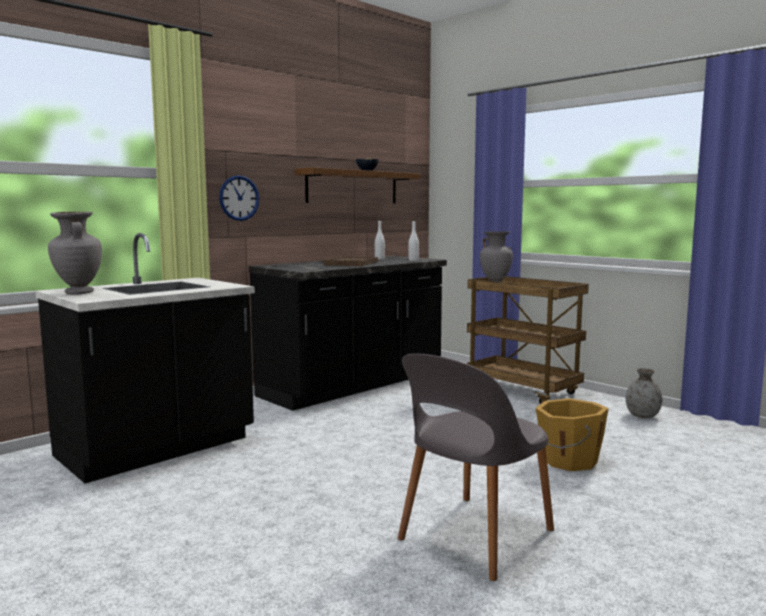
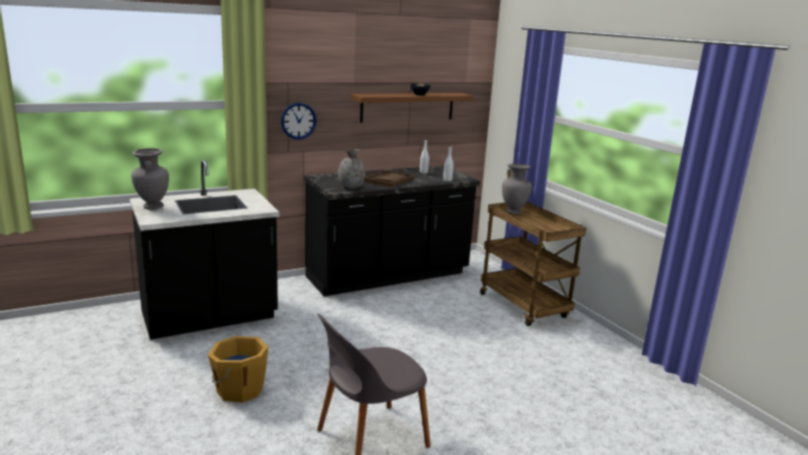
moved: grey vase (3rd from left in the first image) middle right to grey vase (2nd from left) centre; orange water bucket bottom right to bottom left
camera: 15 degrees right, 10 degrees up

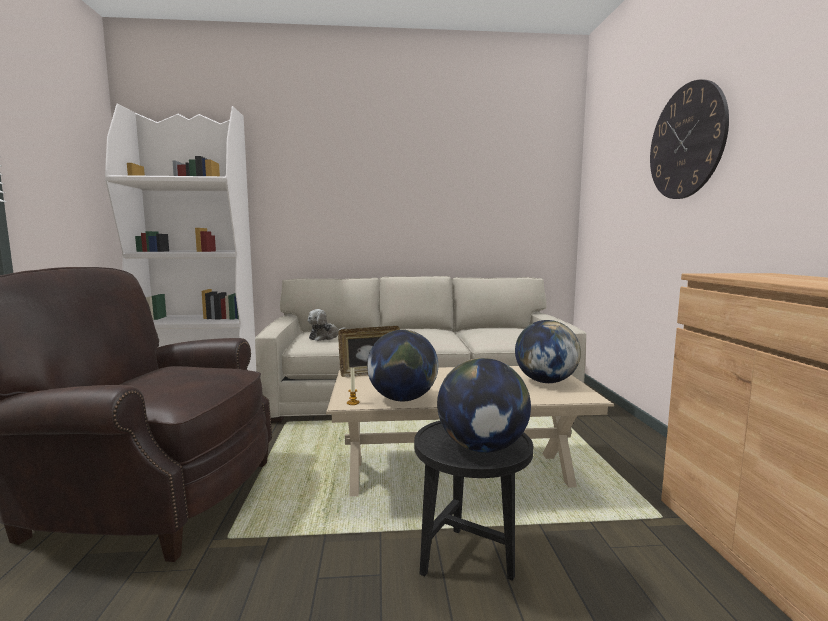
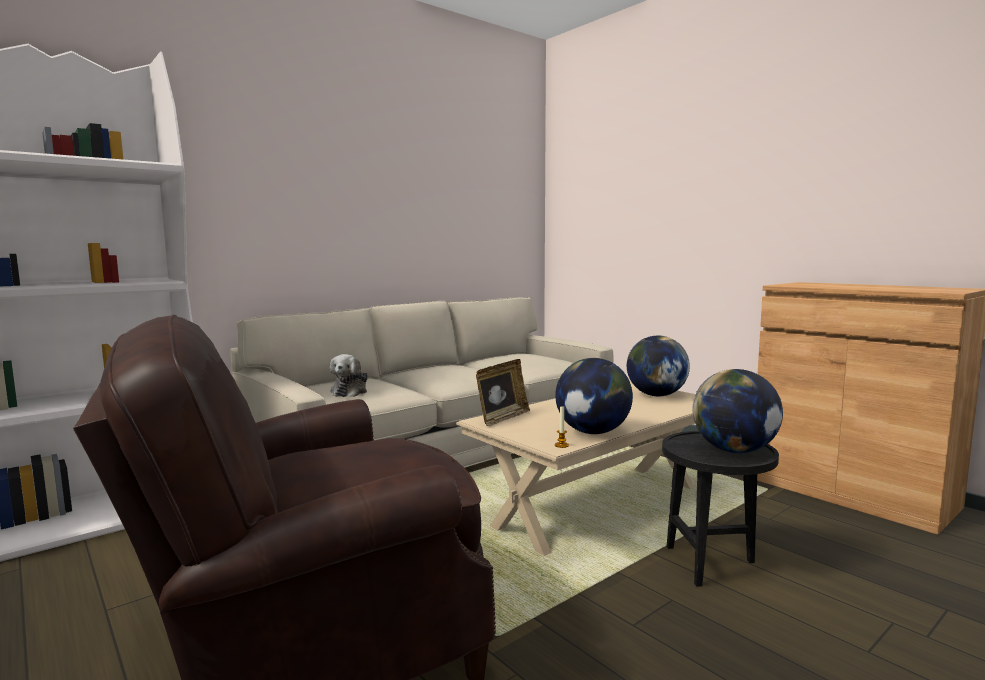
removed: clock on the wall top right
camera: 35 degrees left, 0 degrees up

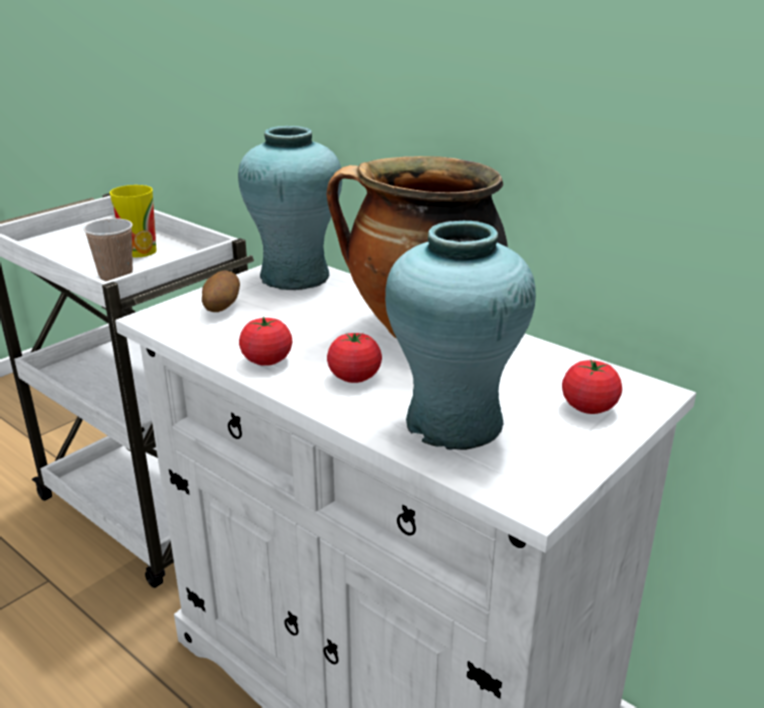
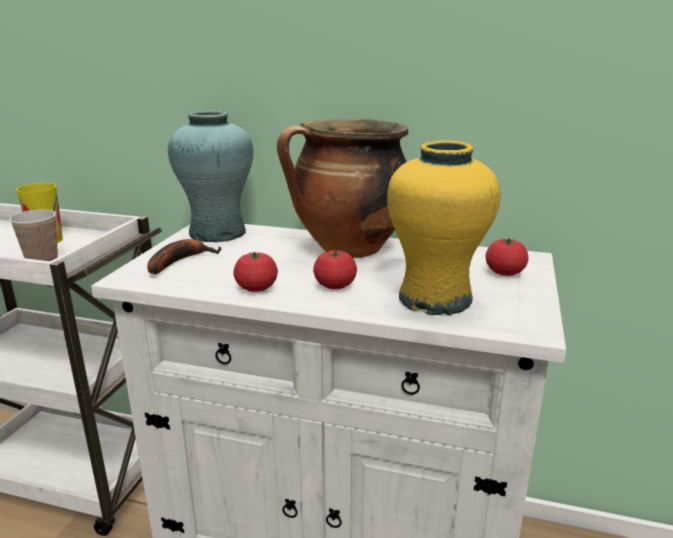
replaced: spud middle left to banana middle left
recoloured: blue-green vase (2nd from left) centre to yellowish vase centre
camera: 25 degrees left, 5 degrees down

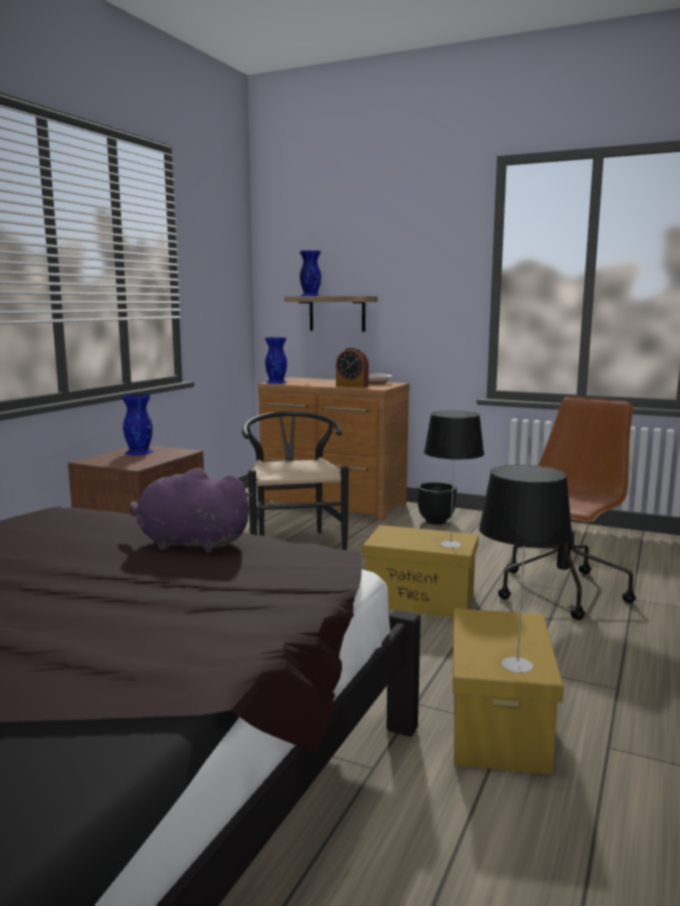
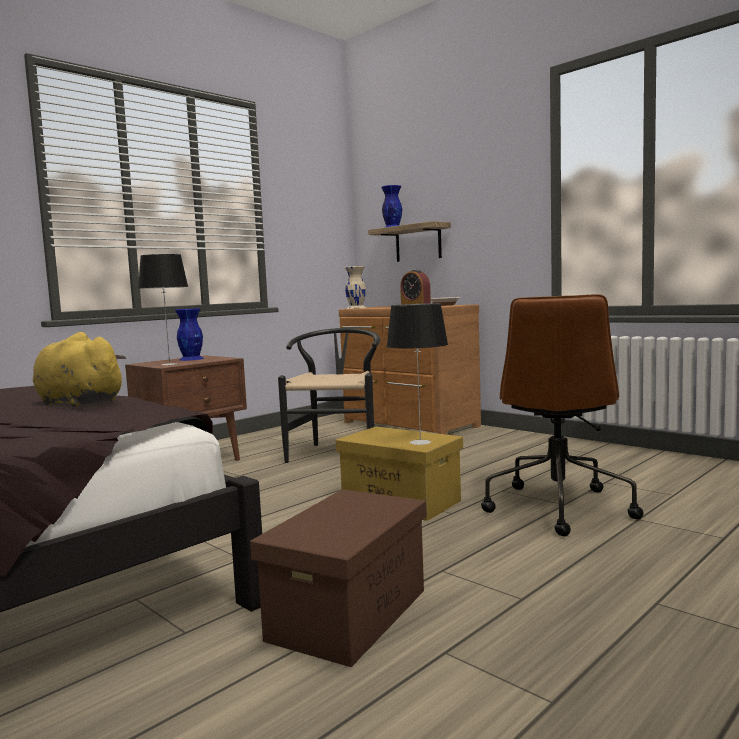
removed: blackish plant pot centre
moved: table lamp (2nd from left in the first image) middle right to table lamp (1st from left) middle left
recoloured: bluish vase (2nd from left) centre to beige vase centre; purple plush toy middle left to yellowish plush toy middle left; yellowish storage bin (2nd from left) bottom right to brown storage bin bottom centre
turned: brown desk chair middle right = middle right 135 degrees clockwise
camera: 20 degrees right, 5 degrees down

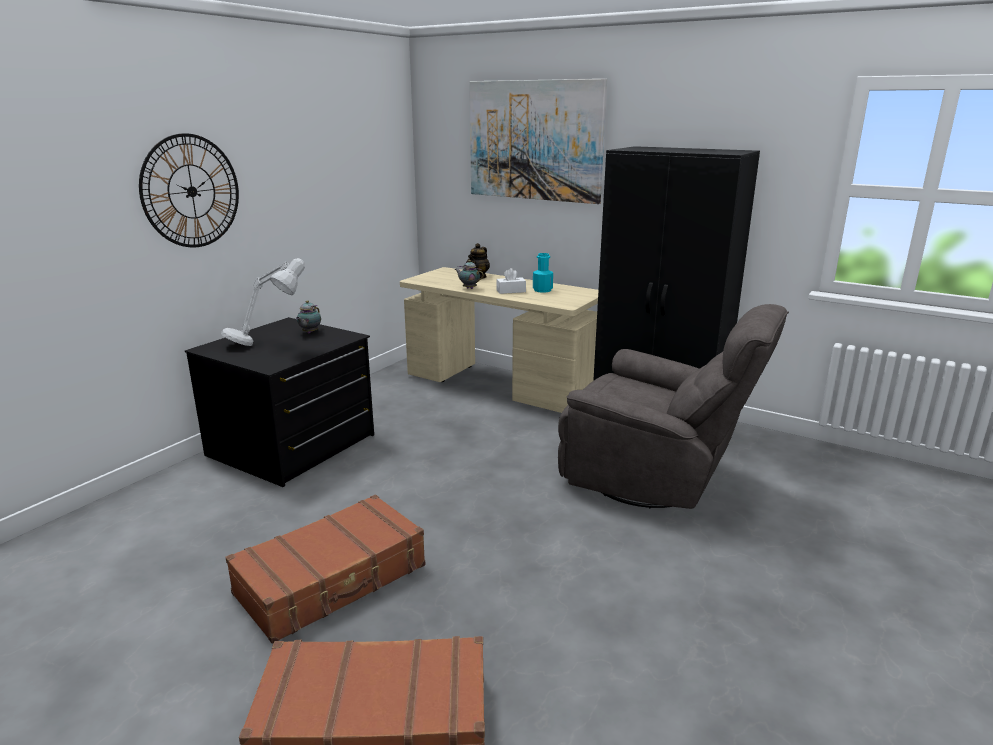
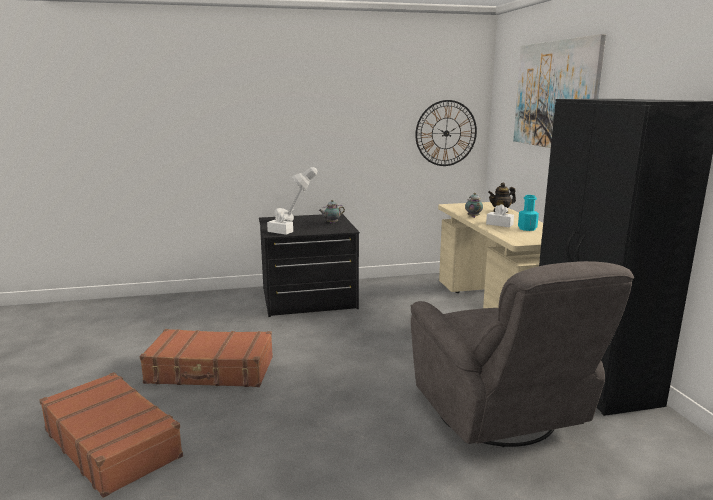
added: white tissue holder (1st from left) centre
moved: clock on the wall top left to top centre
camera: 45 degrees right, 5 degrees down

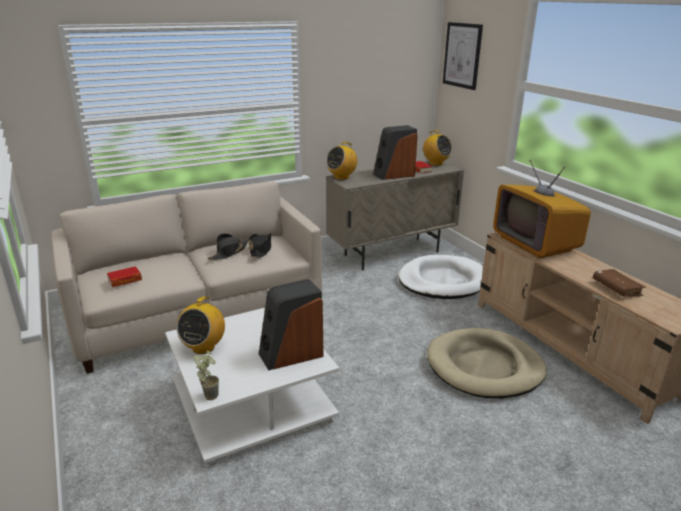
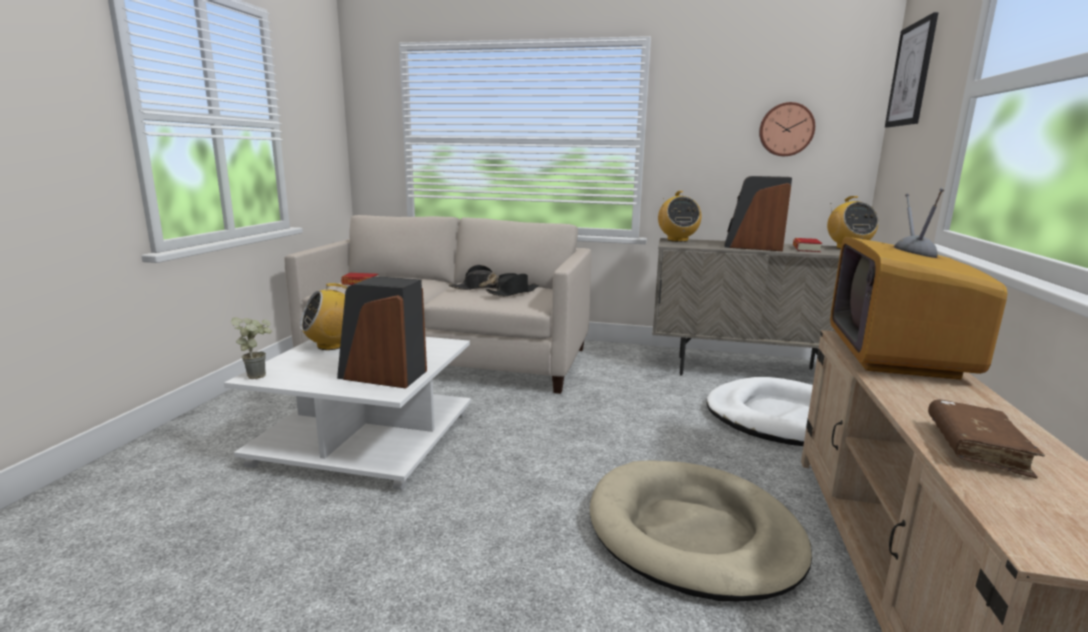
added: clock on the wall top right
turned: radio (2nd from left) top centre = centre 90 degrees counterclockwise
camera: 40 degrees right, 10 degrees down

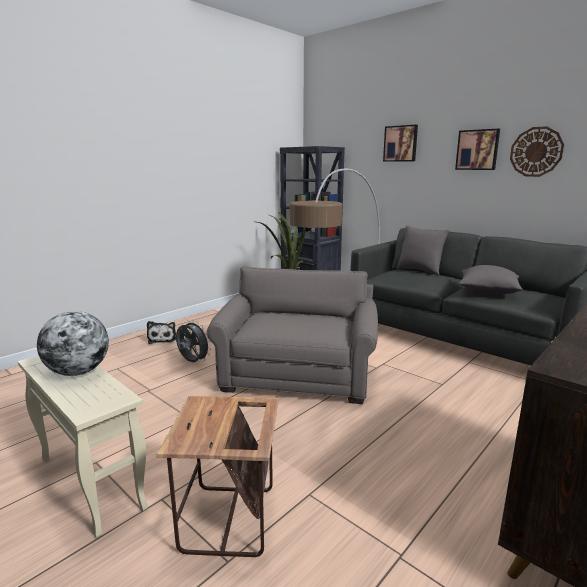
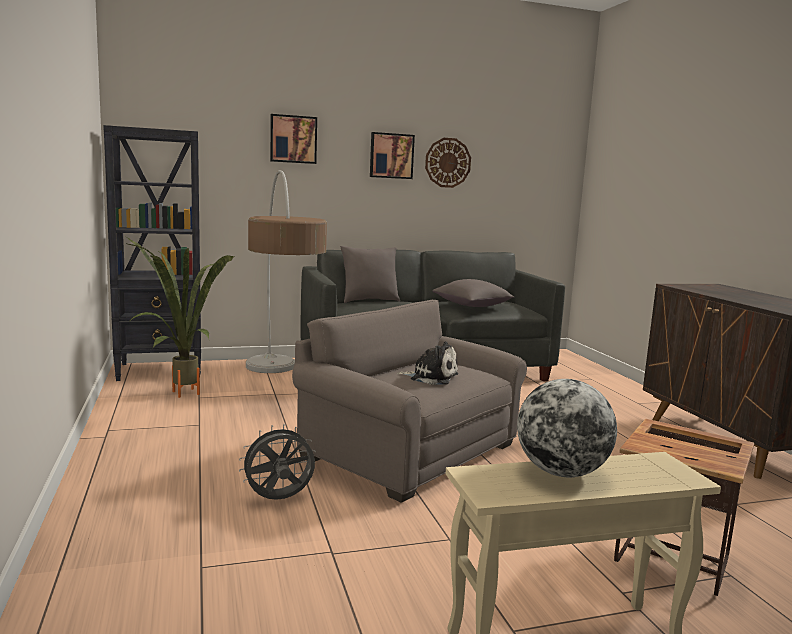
moved: plush toy middle left to centre
camera: 60 degrees left, 5 degrees down

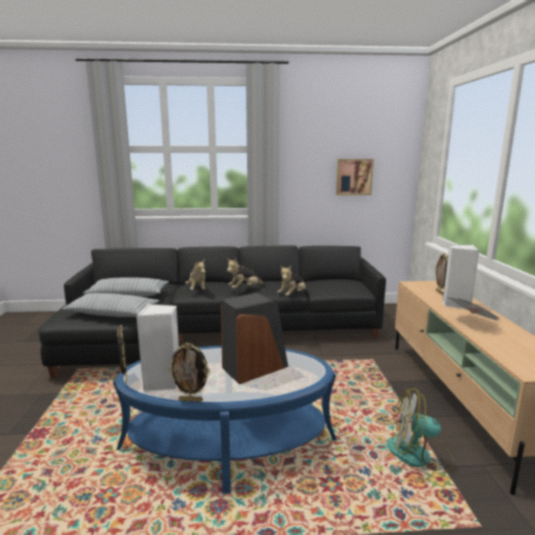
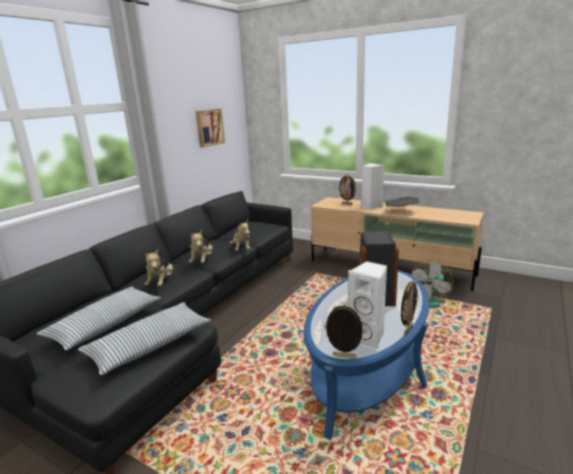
turned: plush toy (1st from left) centre = middle left 75 degrees clockwise
camera: 55 degrees left, 5 degrees up

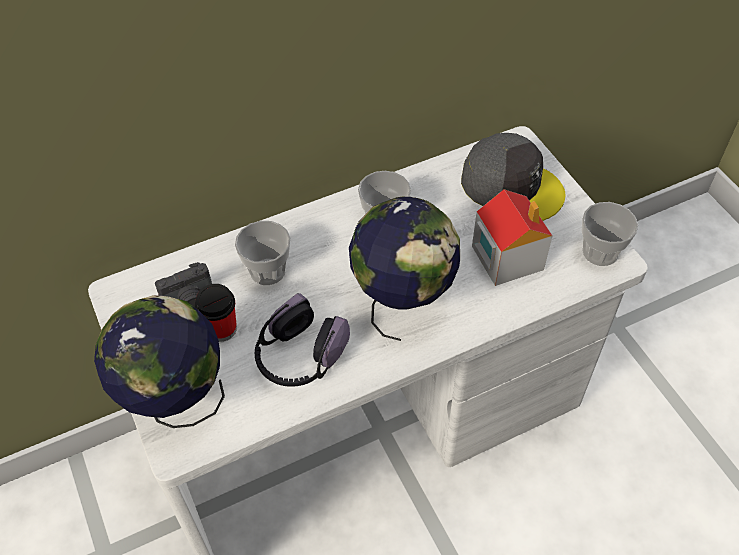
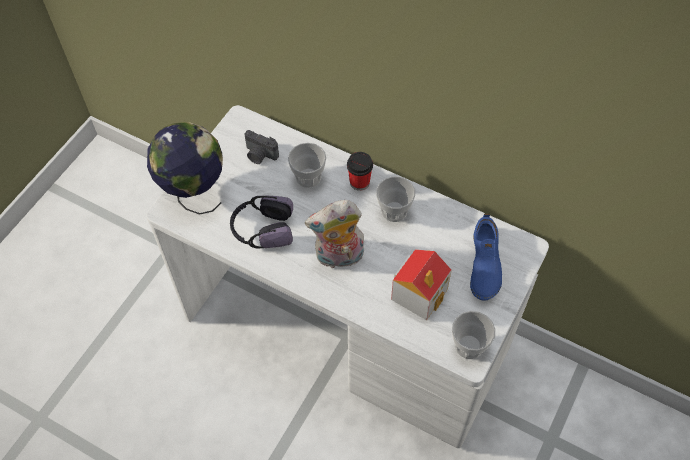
moved: cup (1st from left in the first image) middle left to cup (2nd from left) centre
replaced: grey cap top right to bluish shoe middle right; desk globe (2nd from left) centre to plush toy centre
camera: 55 degrees right, 5 degrees up

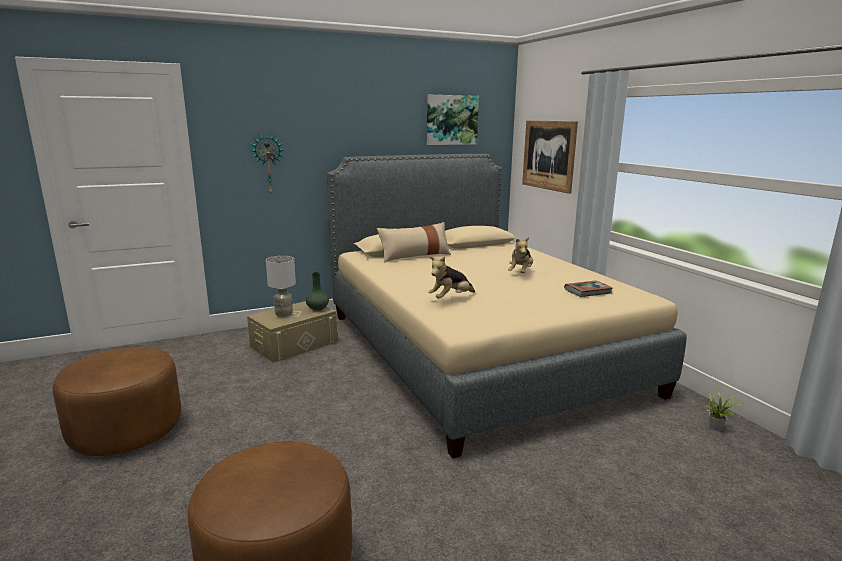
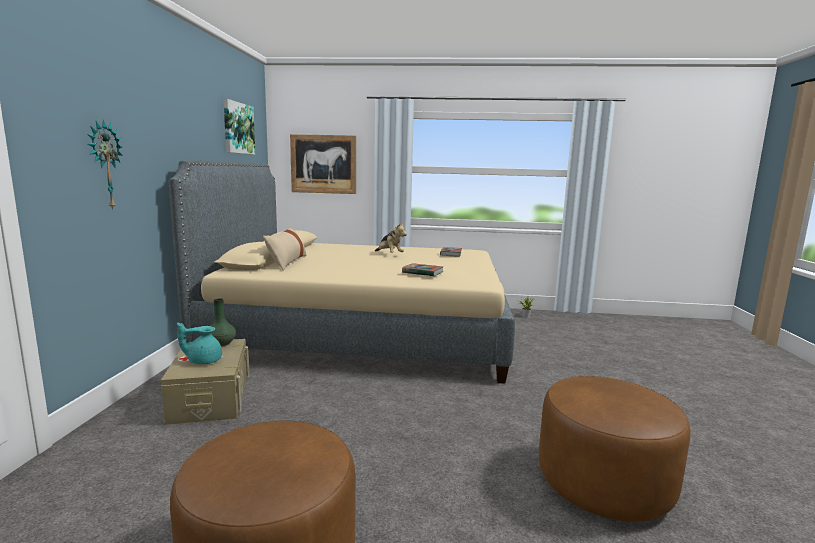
replaced: grey table lamp centre to blue-green pot for tea middle left; plush toy (1st from left) centre to bound book (1st from left) centre
camera: 60 degrees left, 5 degrees down

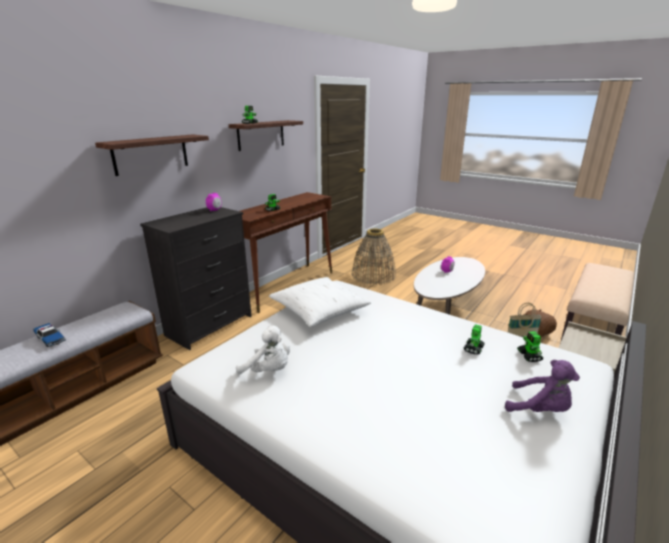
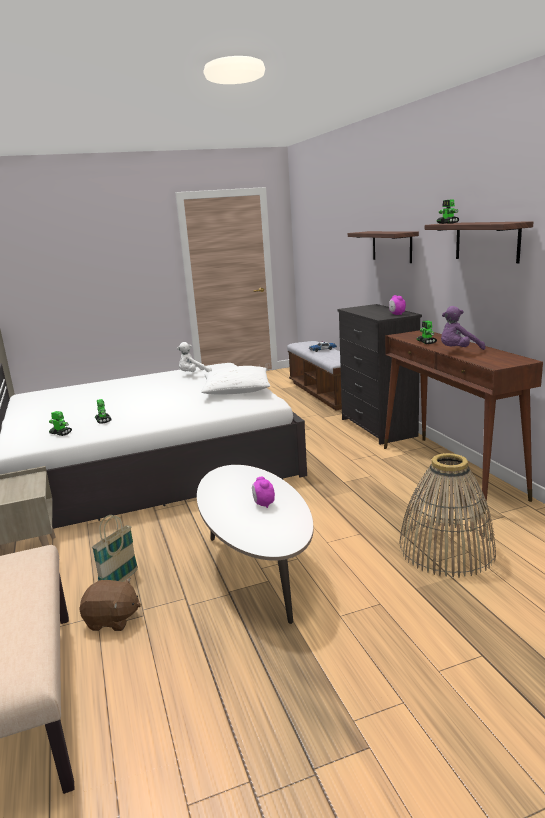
moved: purple plush toy bottom right to middle right
camera: 125 degrees right, 5 degrees down

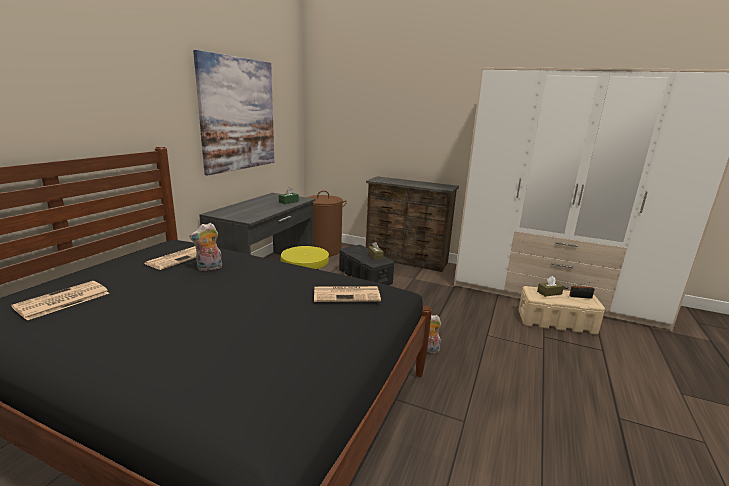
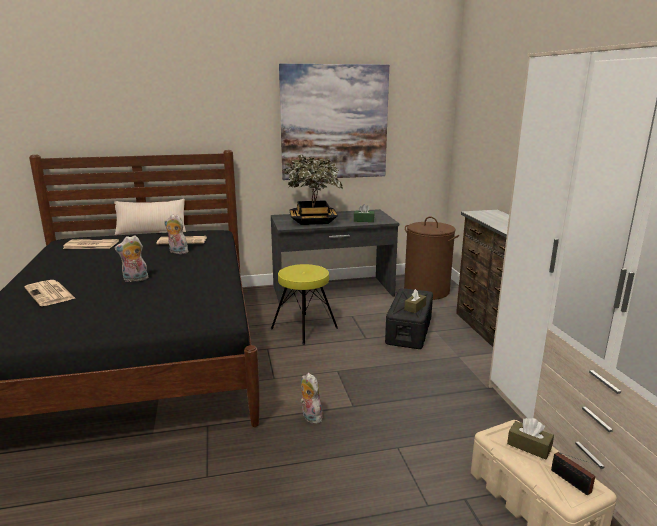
added: potted plant centre; beige cushion middle left; plush toy (1st from left) middle left
moved: newspaper (3rd from left in the first image) centre to newspaper (1st from left) middle left
camera: 55 degrees right, 0 degrees up

